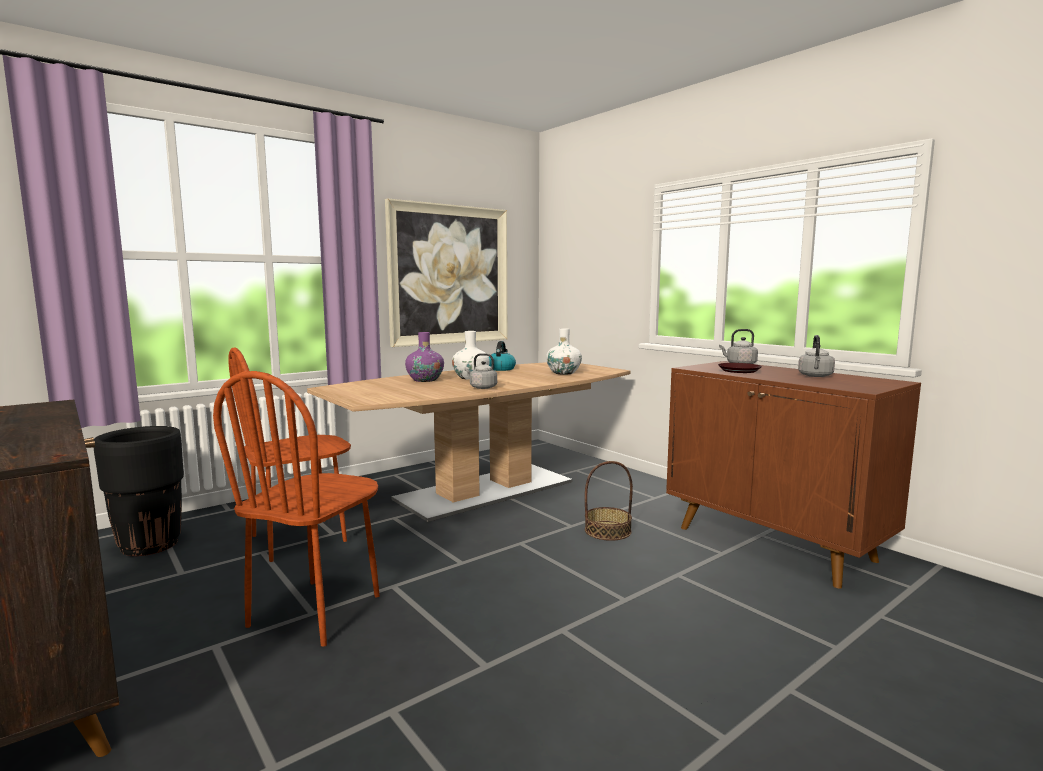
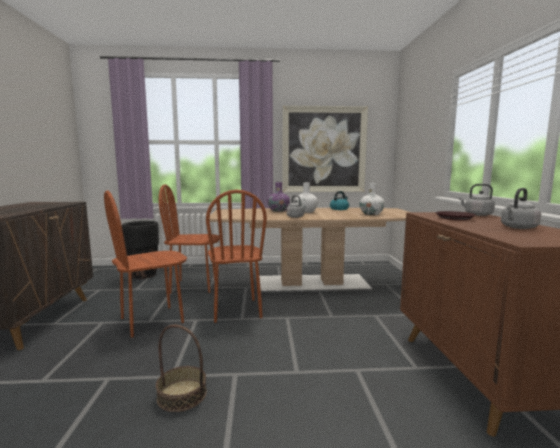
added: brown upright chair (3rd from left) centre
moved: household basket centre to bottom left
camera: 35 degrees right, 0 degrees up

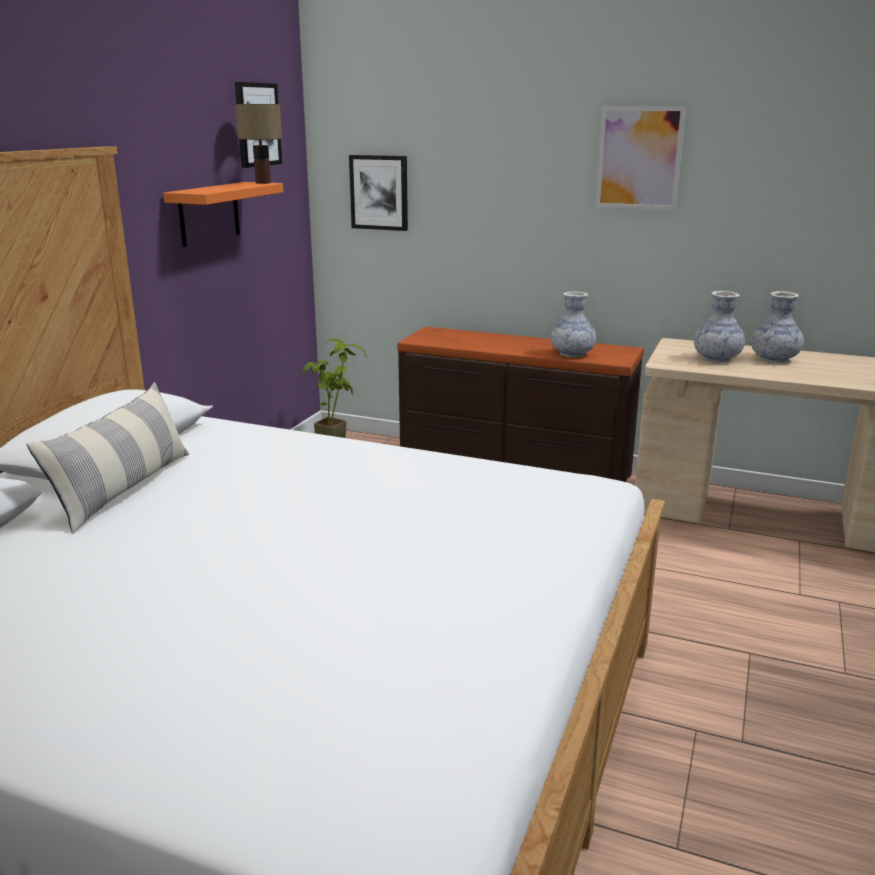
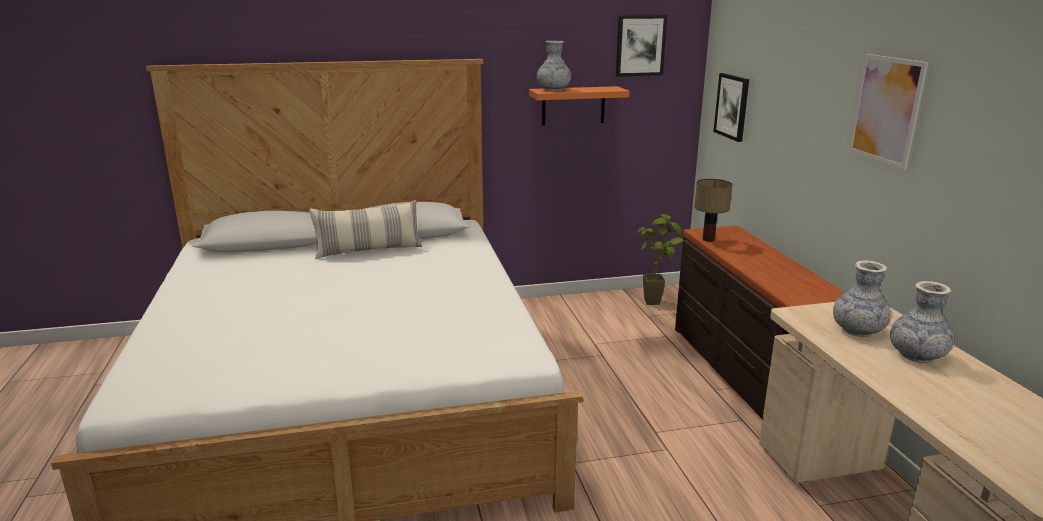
moved: table lamp top left to middle right; vase (1st from left) centre to top centre
camera: 55 degrees right, 0 degrees up

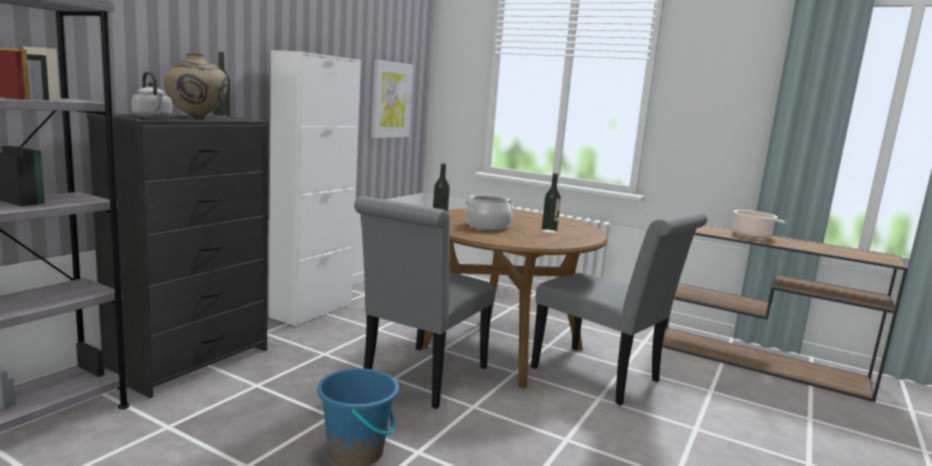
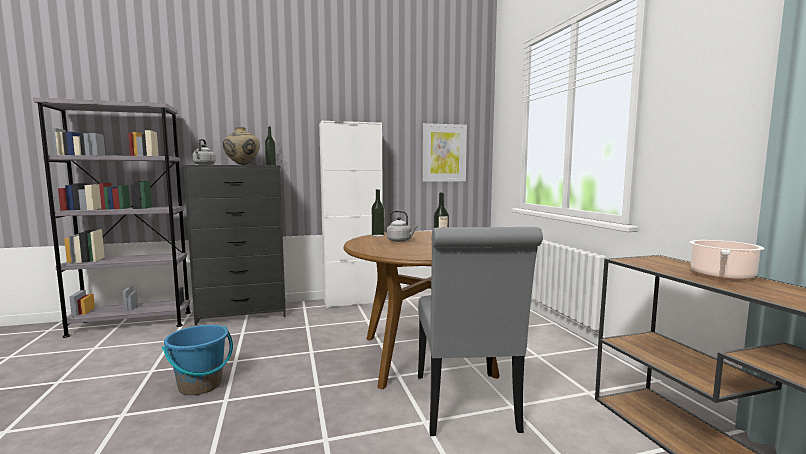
removed: grey upright chair (1st from left) centre
replaced: stockpot (1st from left) centre to grey water kettle (2nd from left) centre
camera: 45 degrees right, 5 degrees down

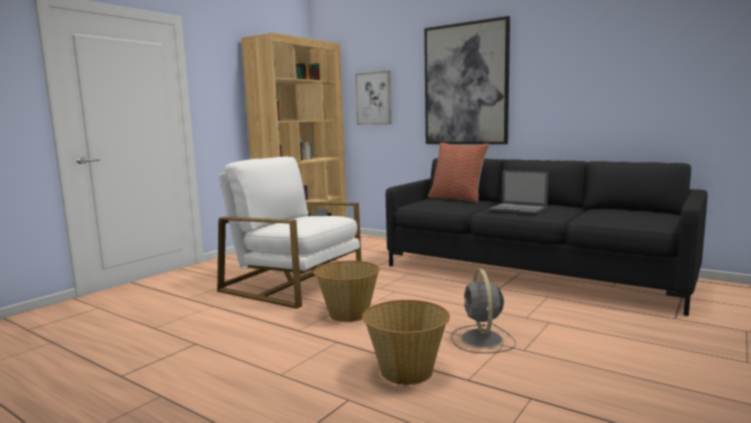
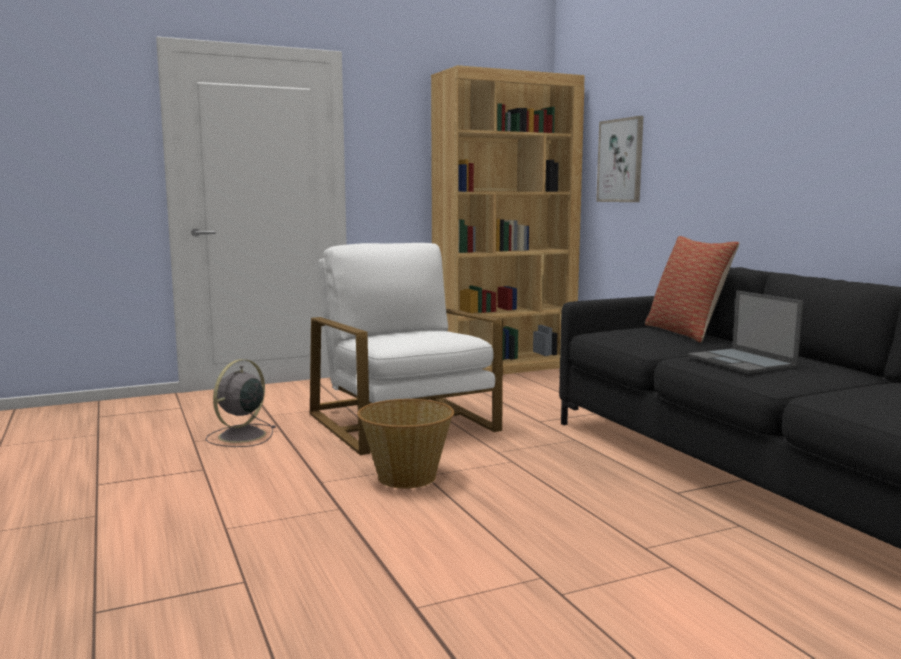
removed: picture (2nd from left) top centre; household basket (2nd from left) bottom centre
moved: grey cooling fan bottom centre to middle left
camera: 30 degrees right, 0 degrees up

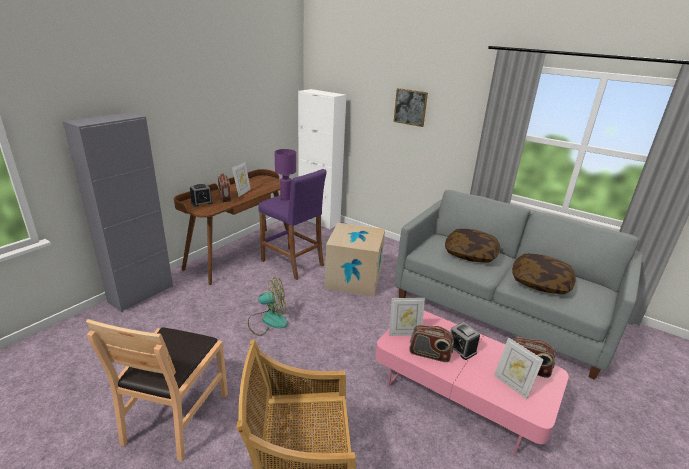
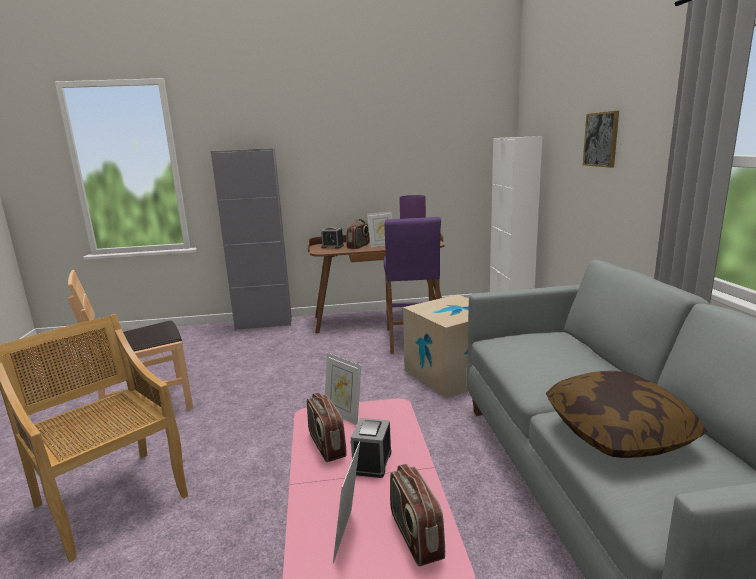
removed: cushion (1st from left) middle right; cooling fan centre
camera: 50 degrees right, 10 degrees down

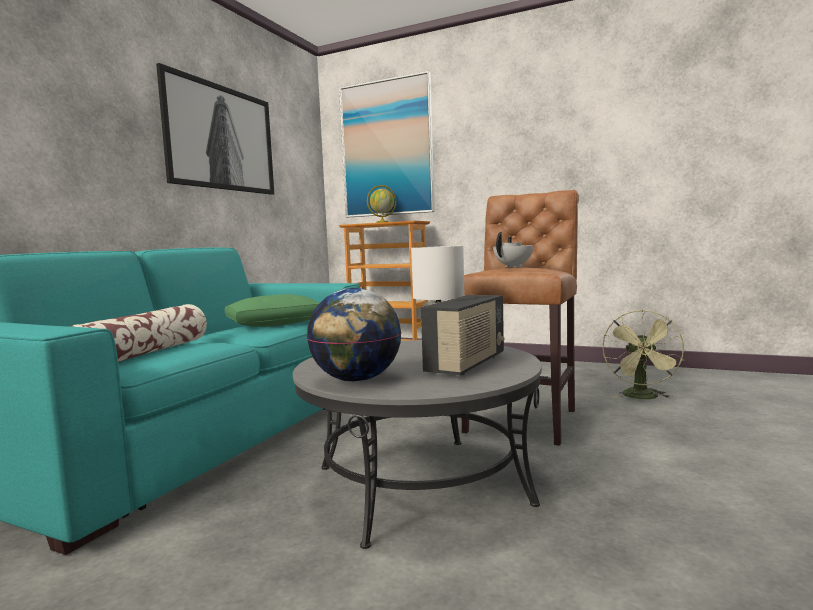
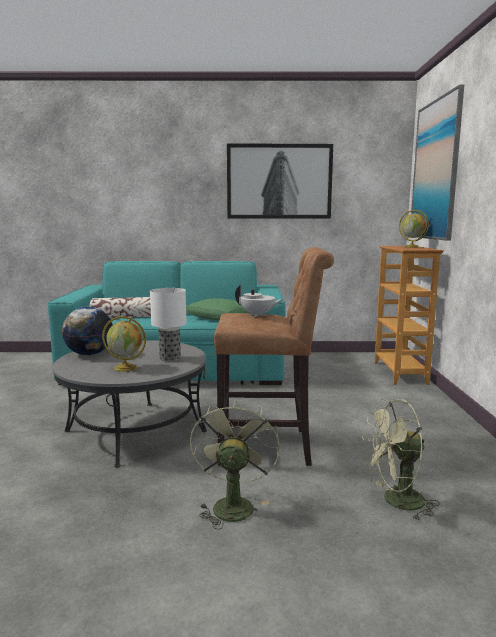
added: green-coloured cooling fan (1st from left) bottom centre
replaced: radio centre to desk globe (2nd from left) middle left
camera: 65 degrees right, 5 degrees up

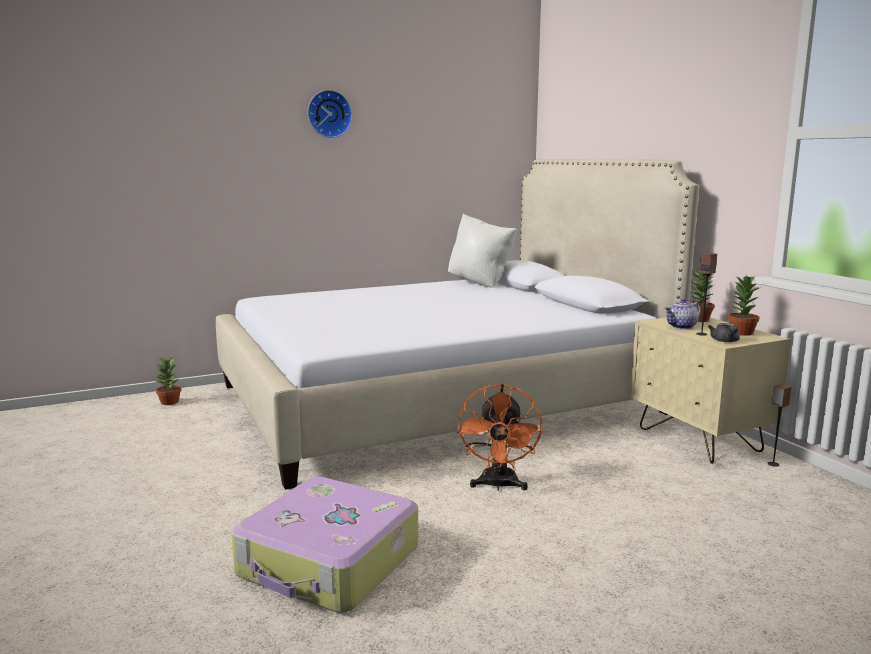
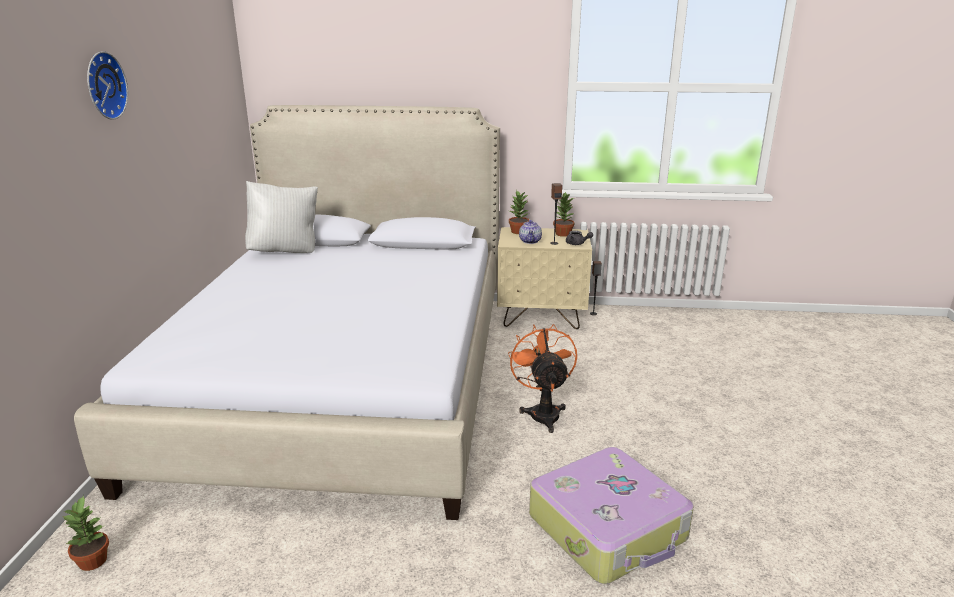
turned: orange cooling fan bottom centre = centre 135 degrees counterclockwise
camera: 60 degrees left, 10 degrees up

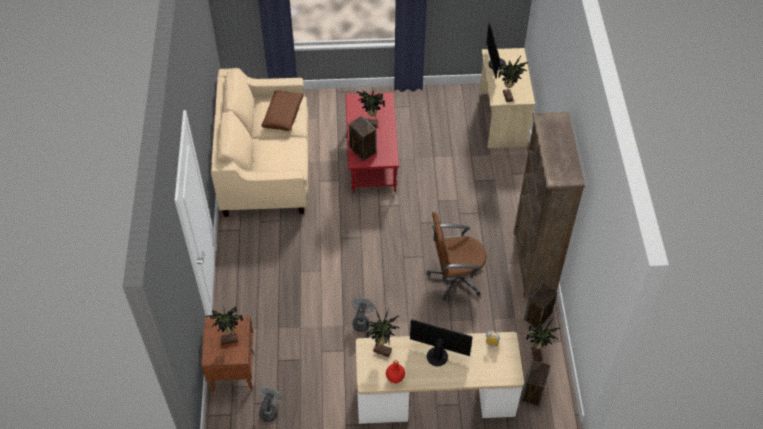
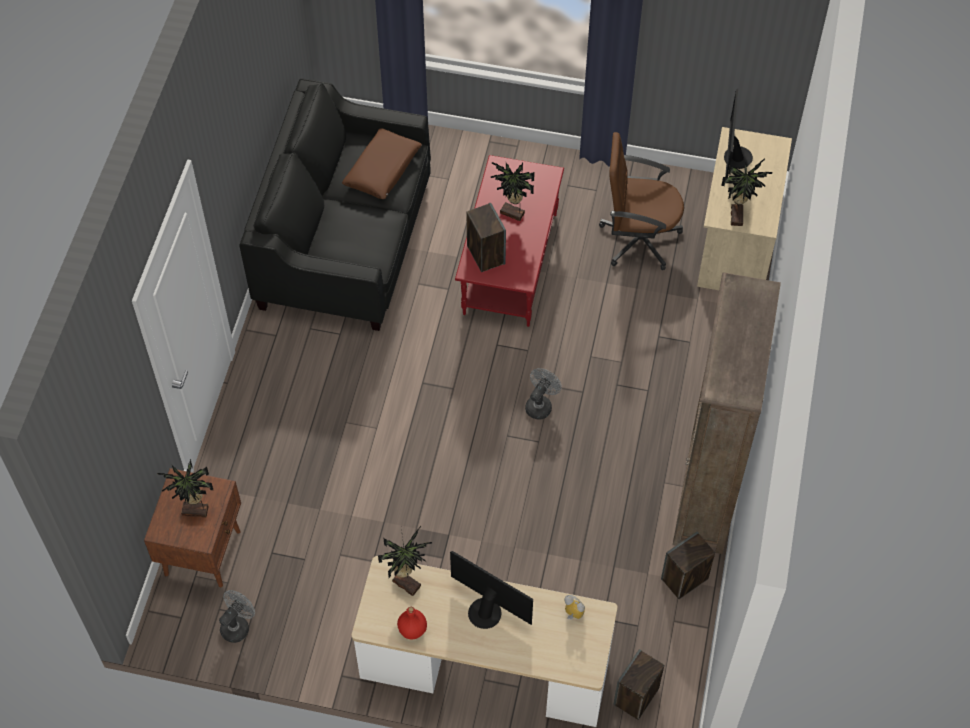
removed: potted plant (5th from left) bottom right
moved: brown desk chair centre to top centre; grey cooling fan (2nd from left) bottom centre to centre
recoloured: beige couch top centre to blackish couch top centre
camera: 15 degrees right, 5 degrees up

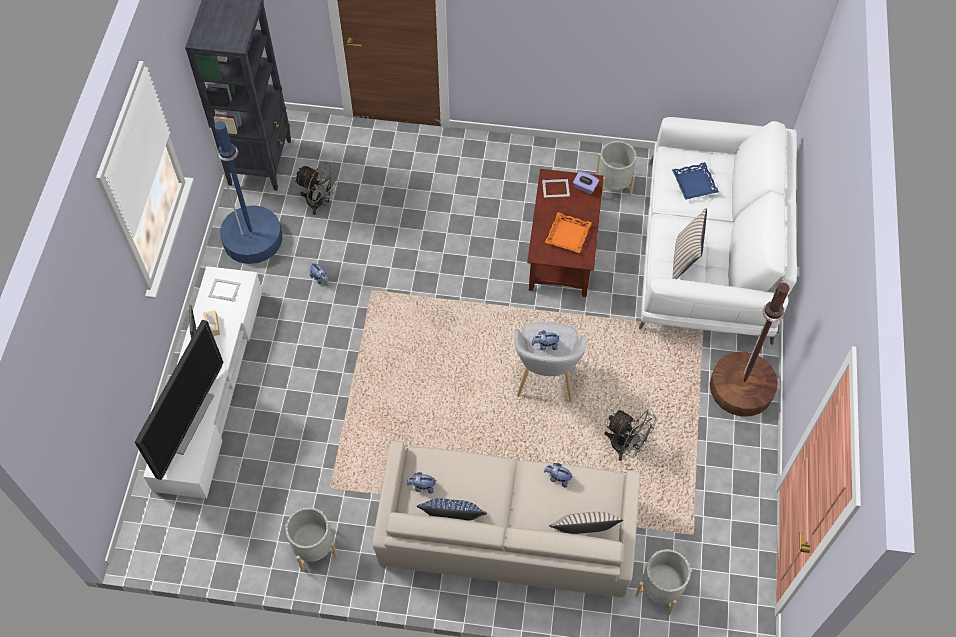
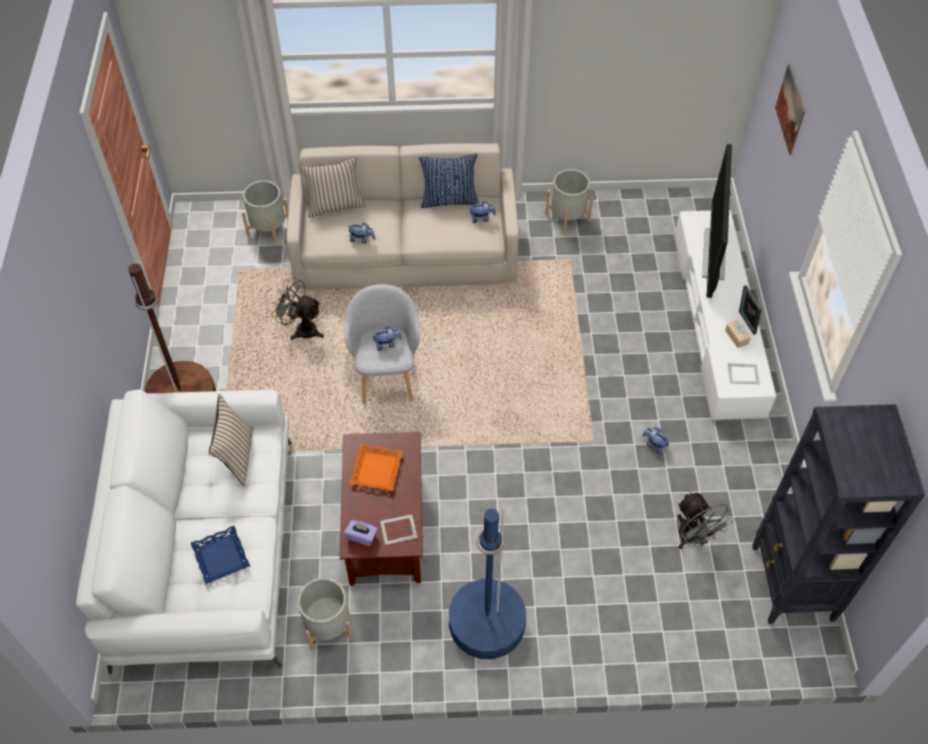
added: picture top right
moved: bluish floor lamp top left to bottom centre
turned: grey cooling fan (1st from left in the first image) top left = bottom right 135 degrees counterclockwise
camera: 170 degrees right, 5 degrees down

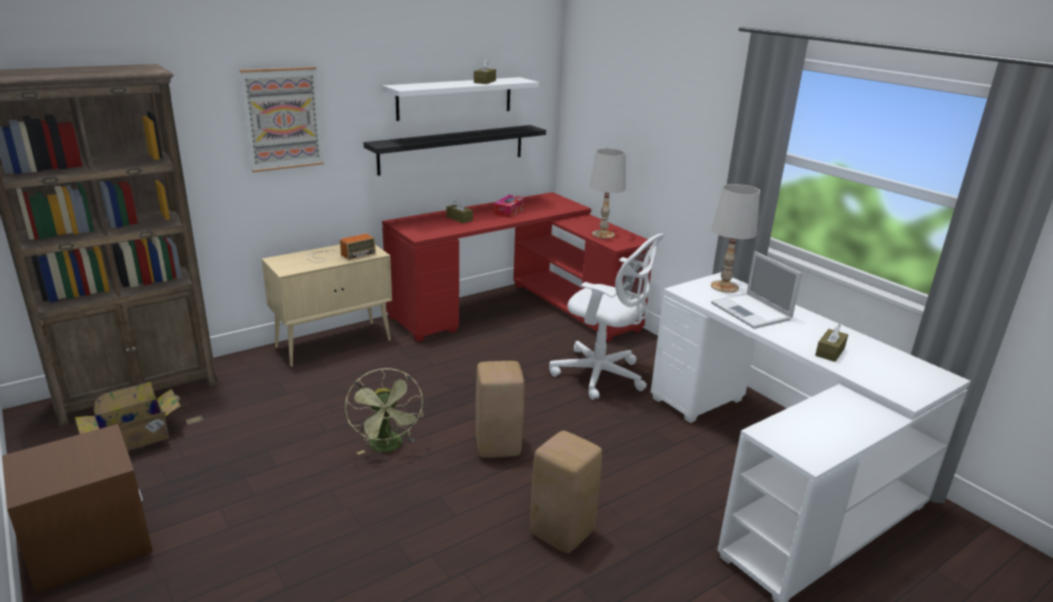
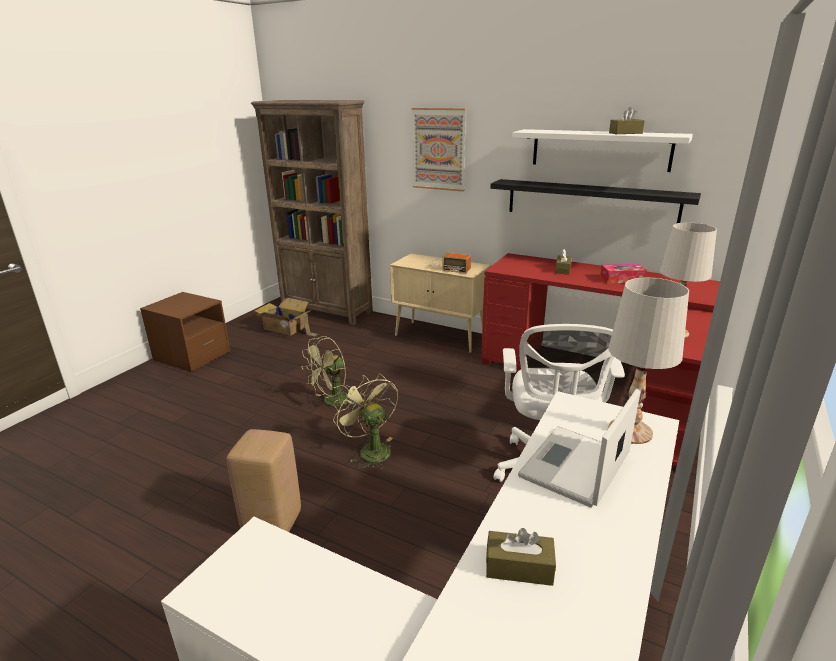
replaced: beige sitting stool (1st from left) bottom centre to green-coloured cooling fan (2nd from left) centre
camera: 65 degrees right, 0 degrees up

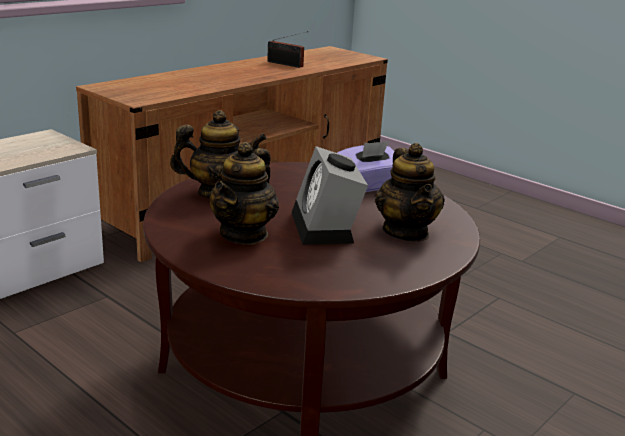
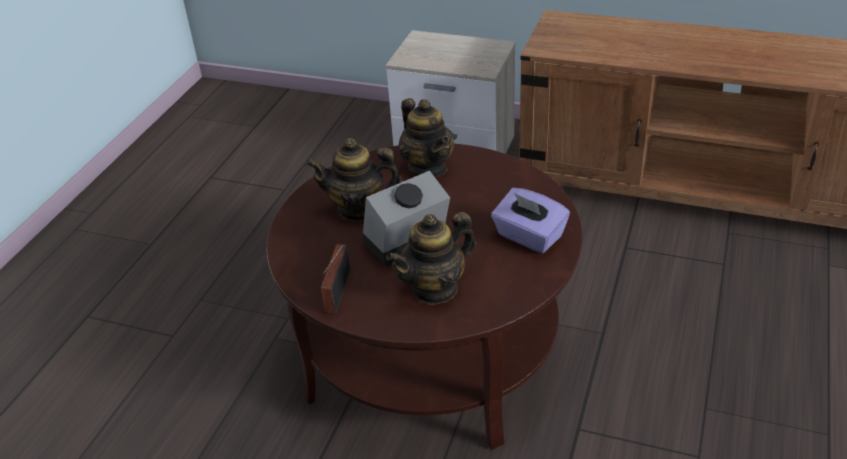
moved: radio top centre to centre
camera: 70 degrees right, 15 degrees up

